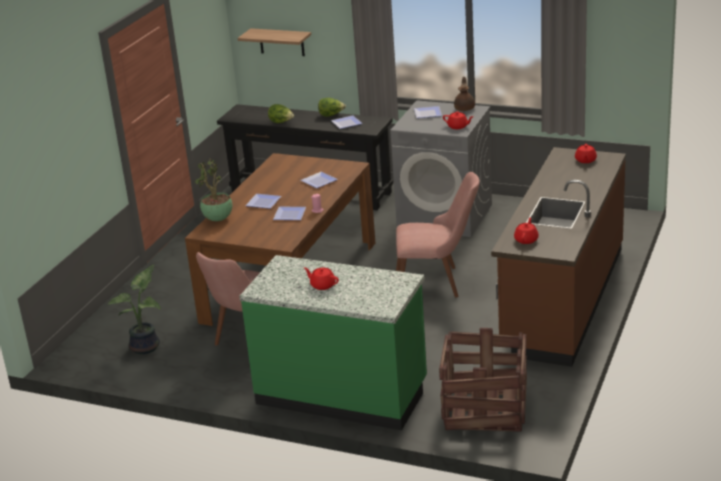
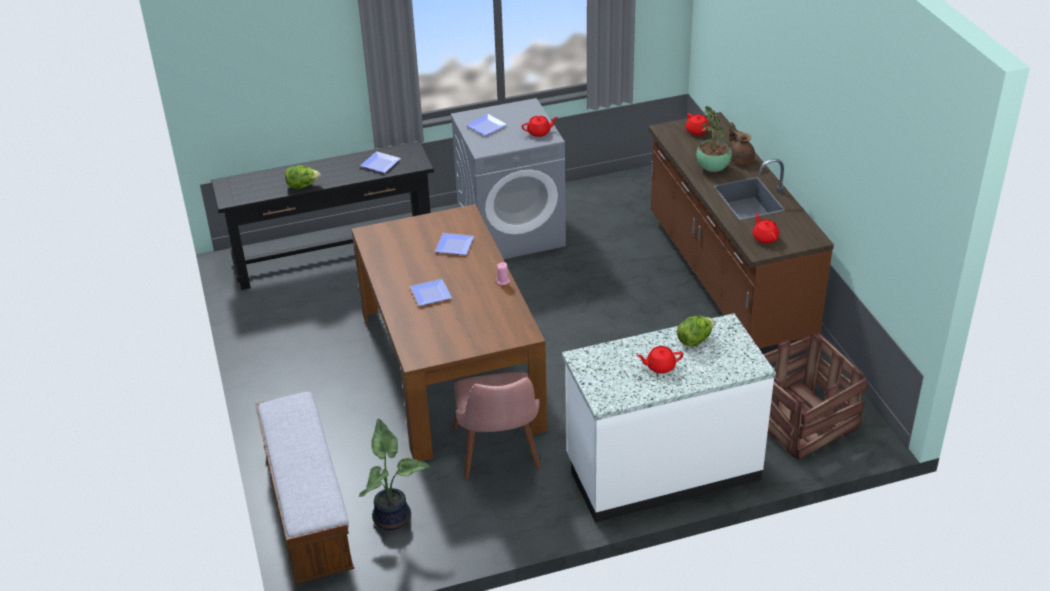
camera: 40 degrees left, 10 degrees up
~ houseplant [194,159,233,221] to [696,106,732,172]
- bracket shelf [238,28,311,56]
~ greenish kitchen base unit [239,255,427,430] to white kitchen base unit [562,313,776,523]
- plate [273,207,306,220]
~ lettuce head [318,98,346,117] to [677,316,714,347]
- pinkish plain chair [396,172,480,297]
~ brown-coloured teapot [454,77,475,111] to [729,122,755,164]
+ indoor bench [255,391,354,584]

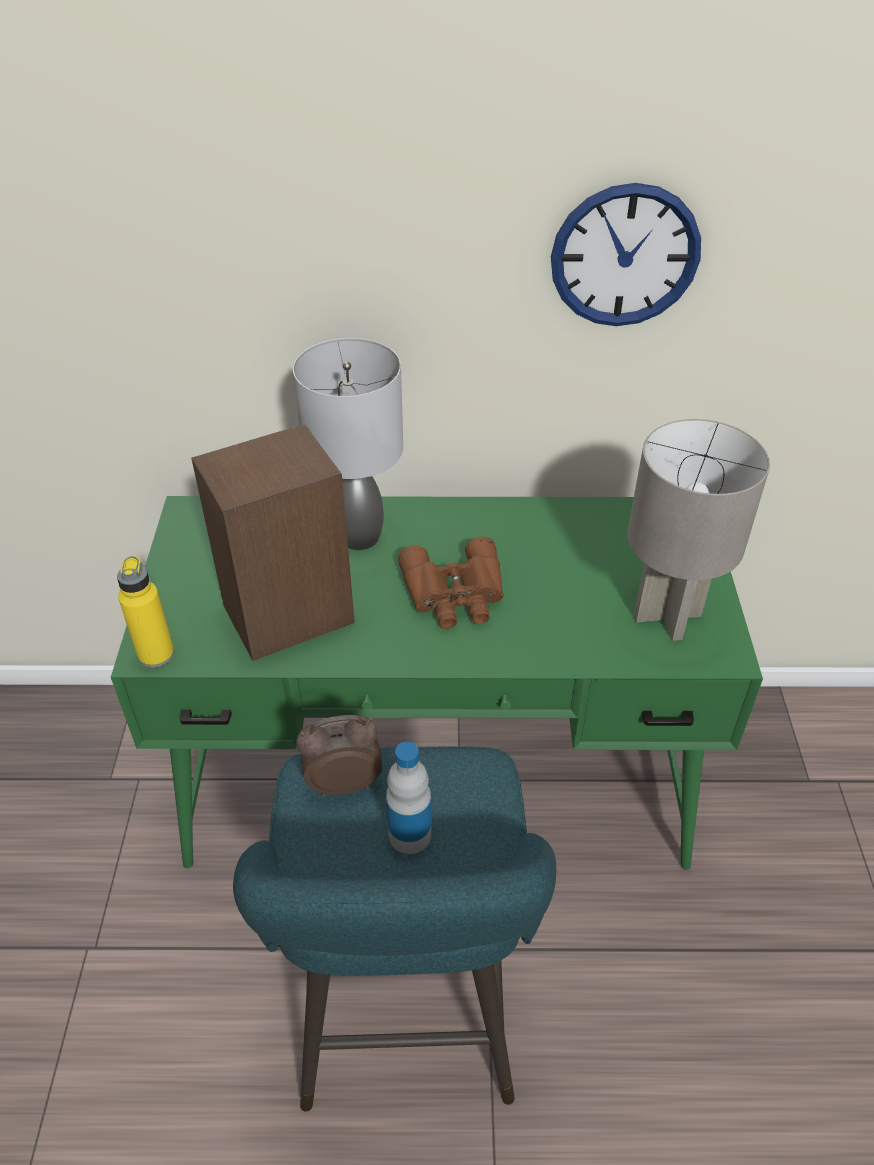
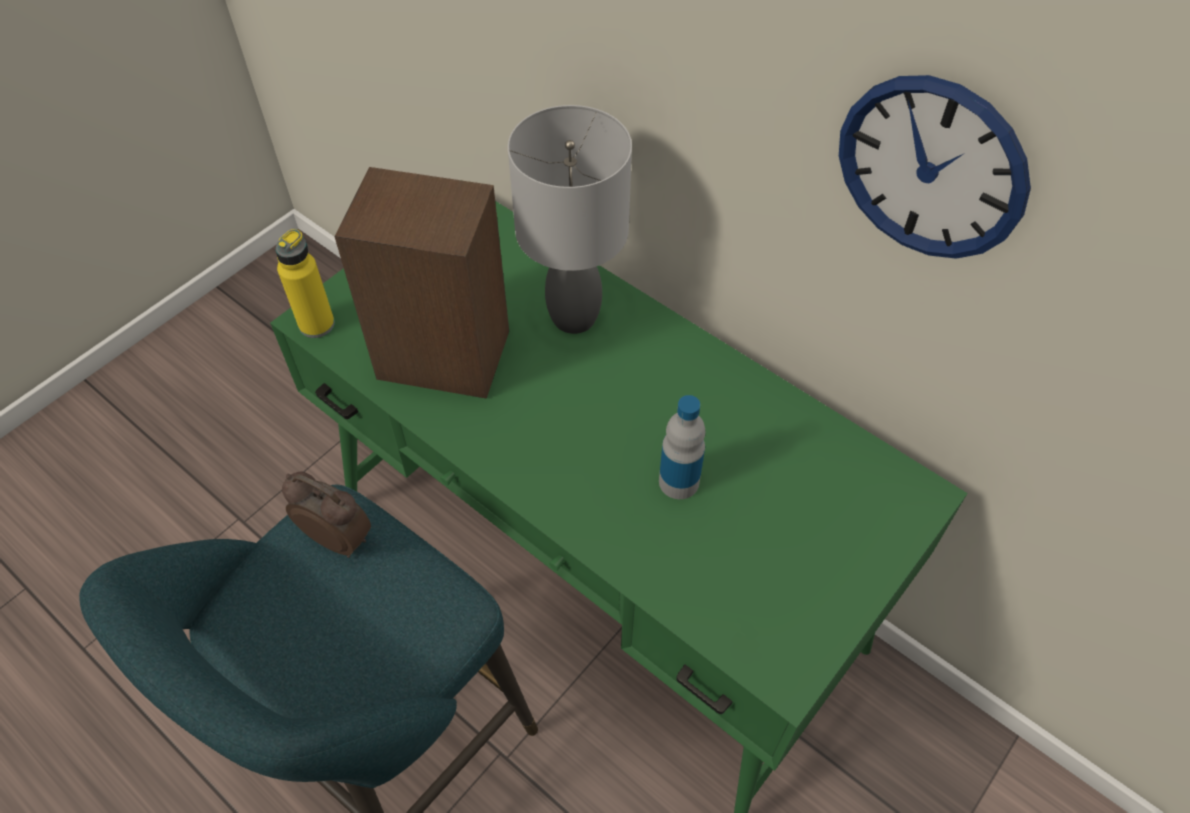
camera: 40 degrees right, 10 degrees up
~ drink bottle [386,742,431,854] to [659,395,705,499]
- brown-coloured field glasses [398,537,504,629]
- grey lamp for a table [628,419,770,641]

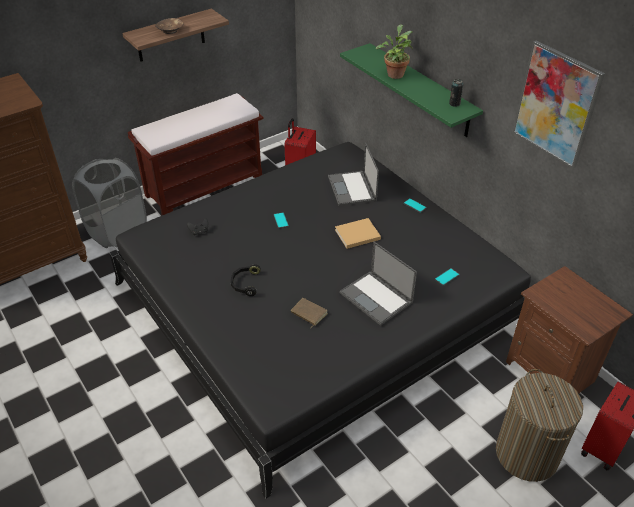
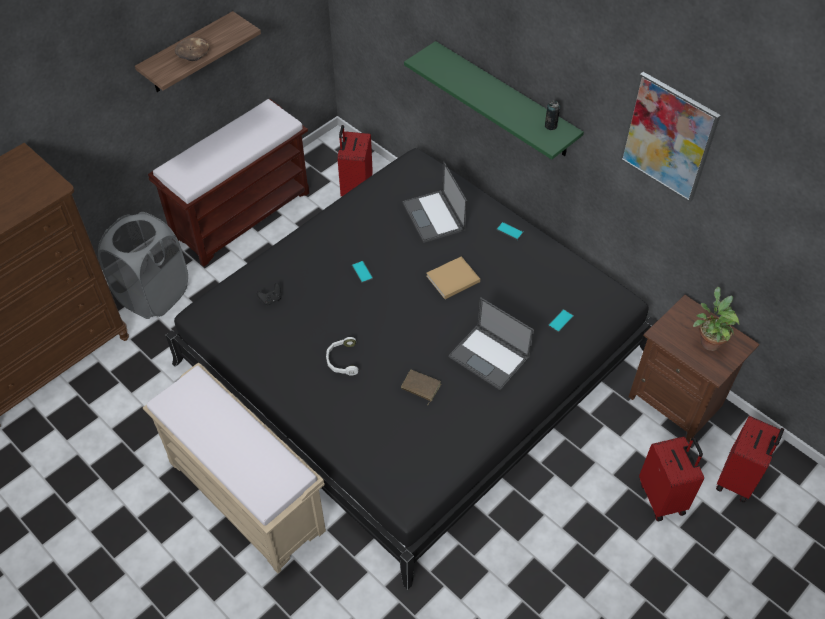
camera: 10 degrees left, 10 degrees up
~ blackish headset [231,264,261,296] to white headset [326,337,358,376]
~ houseplant [376,24,413,79] to [693,287,740,351]
~ washing basket [496,369,583,482] to red-coloured travel case [639,436,704,521]
+ beige-coloured indoor bench [143,362,326,574]

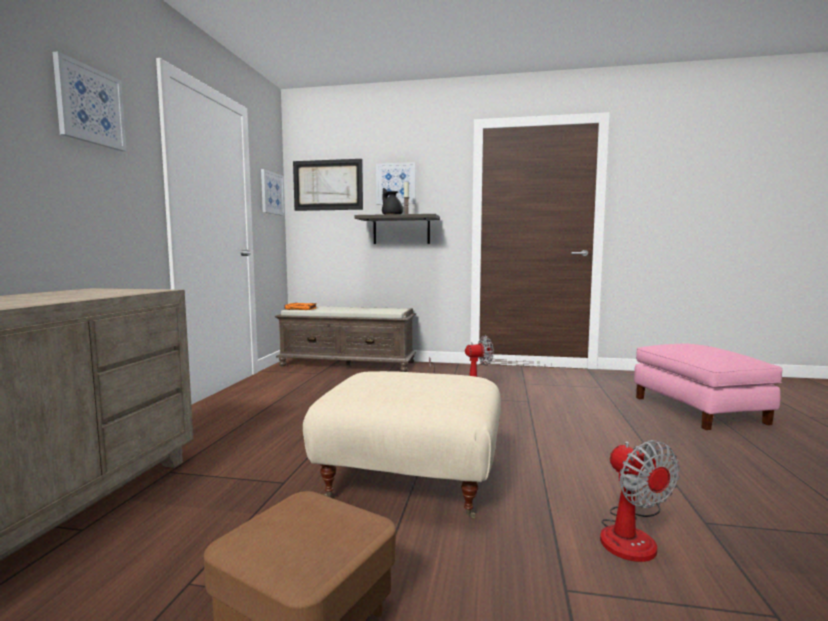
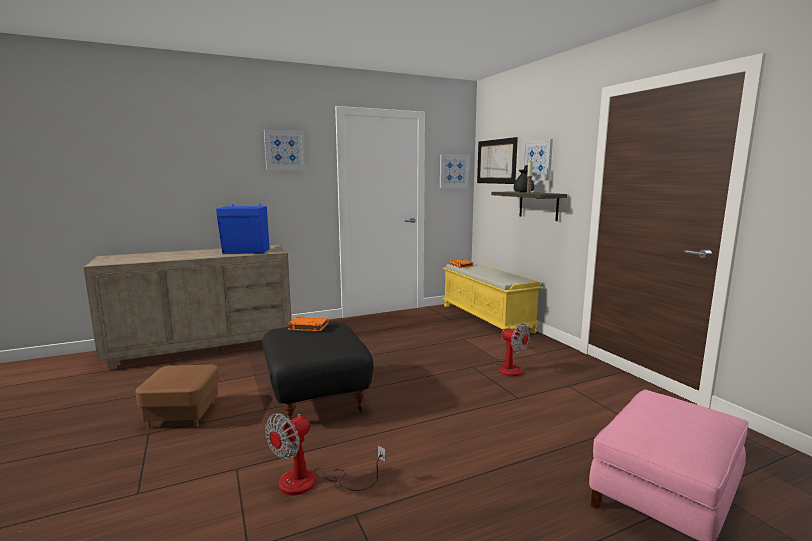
camera: 55 degrees right, 5 degrees up
~ brown-coloured indoor bench [275,306,416,372] to yellow-coloured indoor bench [442,262,542,333]
~ beige-coloured pouffe [303,371,501,518] to blackish pouffe [262,322,373,420]
+ blue-coloured audio speaker [216,204,270,254]
+ orange-coloured bound book [287,316,329,331]

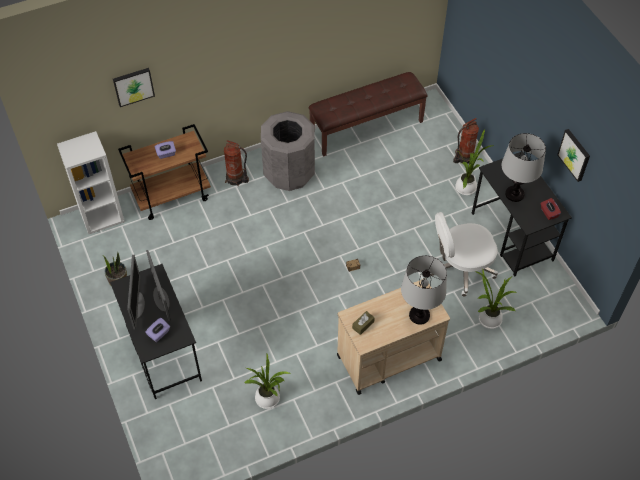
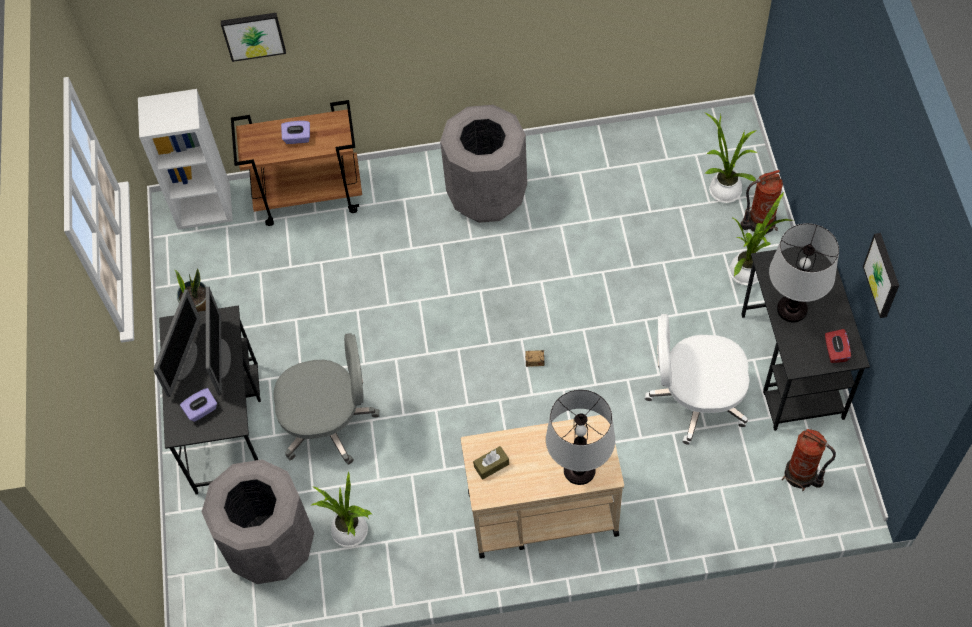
camera: 20 degrees right, 5 degrees up
~ fire extinguisher [224,140,249,186] to [782,429,836,491]
- brown-coloured indoor bench [309,72,428,157]
~ houseplant [475,268,516,329] to [704,112,758,203]
+ grey rubbish bin [202,459,314,584]
+ grey desk chair [273,333,380,465]

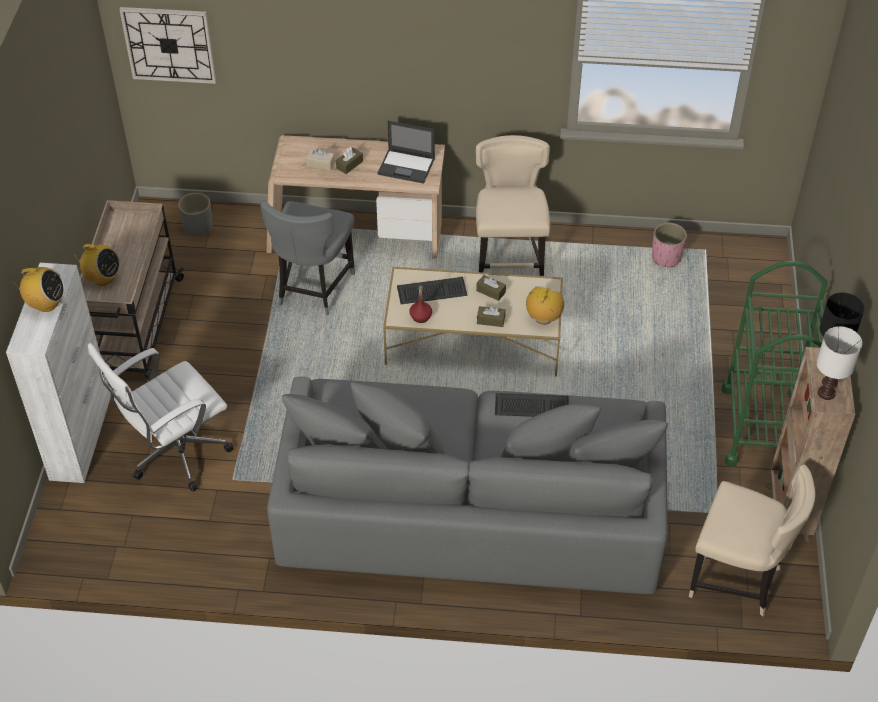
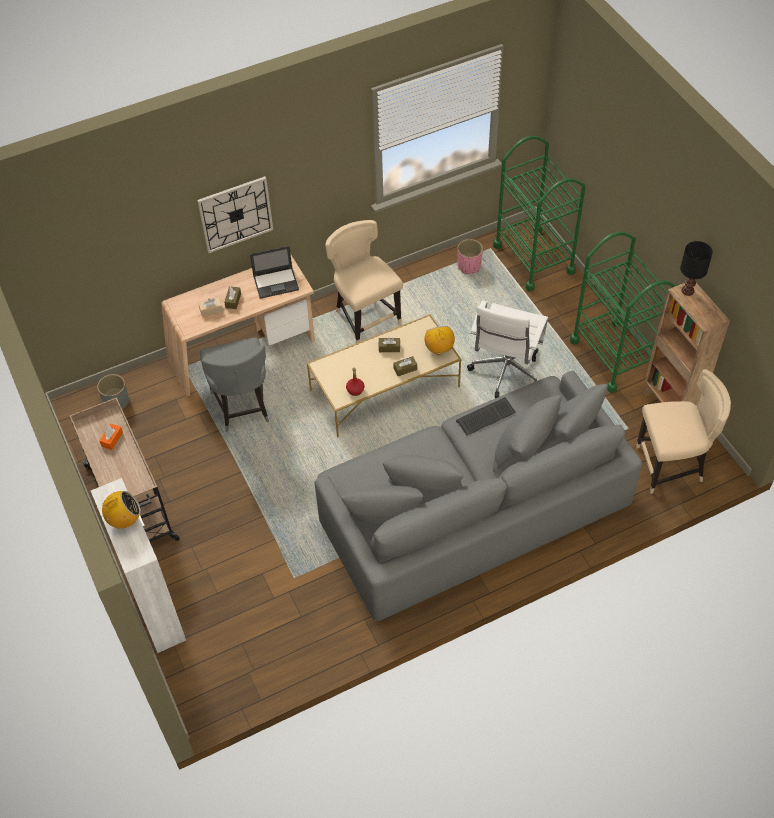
camera: 30 degrees left, 5 degrees up
- radio [73,244,120,286]
~ white desk chair [88,343,234,492] to [467,301,548,398]
~ clock on the wall [119,7,216,84] to [197,176,273,253]
- computer keyboard [397,277,467,304]
- white lamp for a table [817,326,862,400]
+ orange-coloured box of tissues [99,424,123,450]
+ greenish trolley [493,136,586,291]

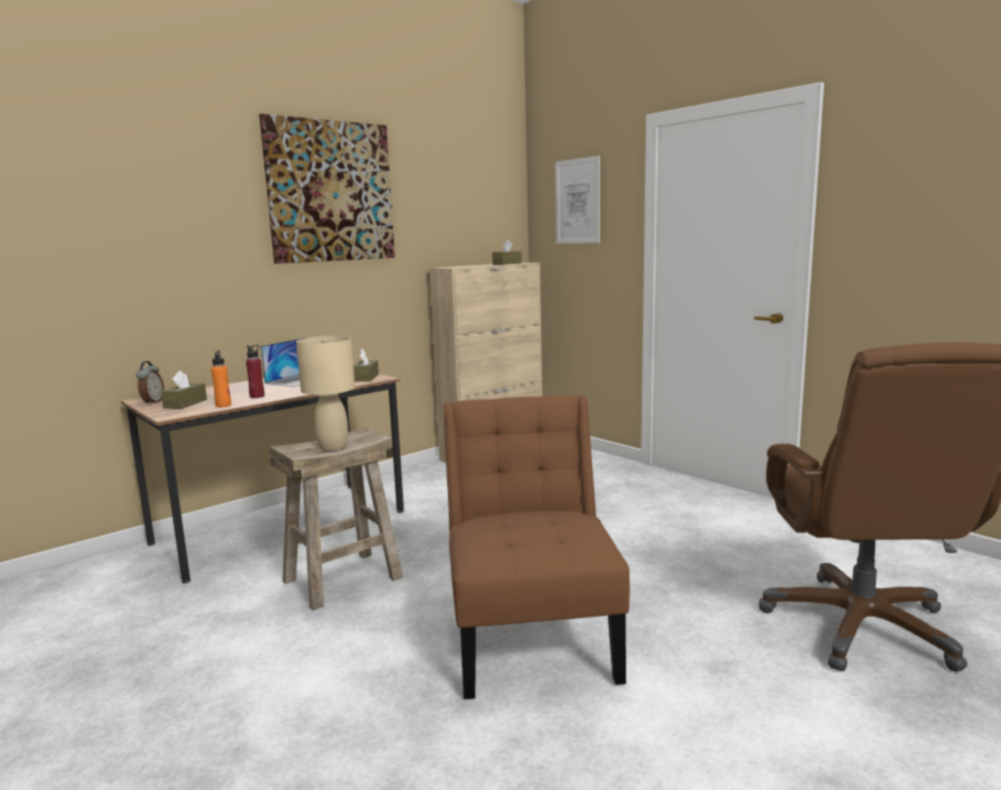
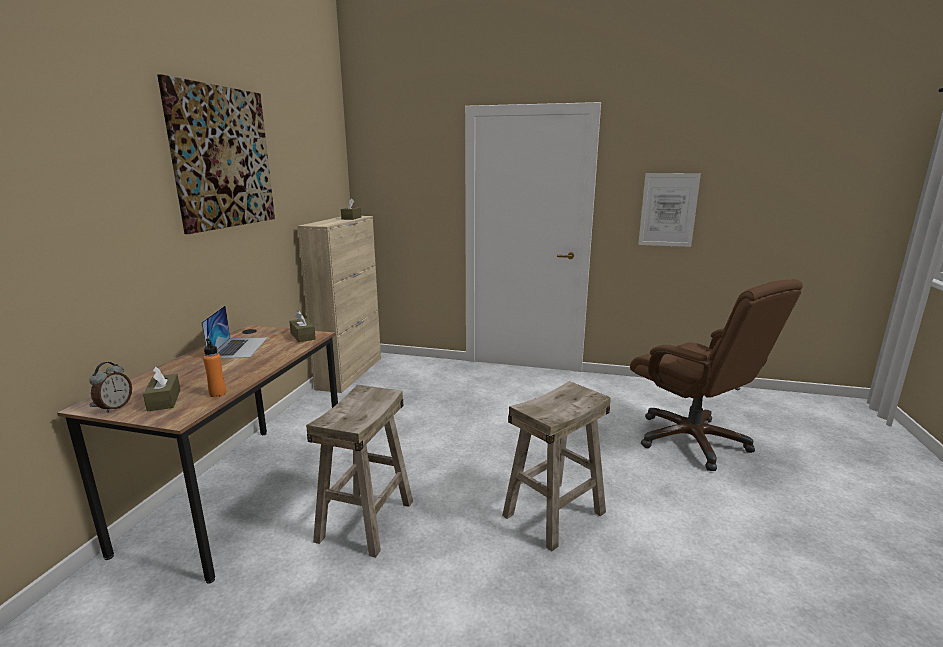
camera: 35 degrees left, 5 degrees up
~ alarm clock [136,361,164,405] = [89,362,132,413] 45 degrees clockwise
- red-coloured drink bottle [246,345,265,398]
- beige-coloured lamp for a table [296,336,355,451]
~ brown-coloured plain chair [443,395,630,699] to beige-coloured sitting stool [502,381,611,551]
~ wall art [555,156,600,244] to [638,173,701,247]

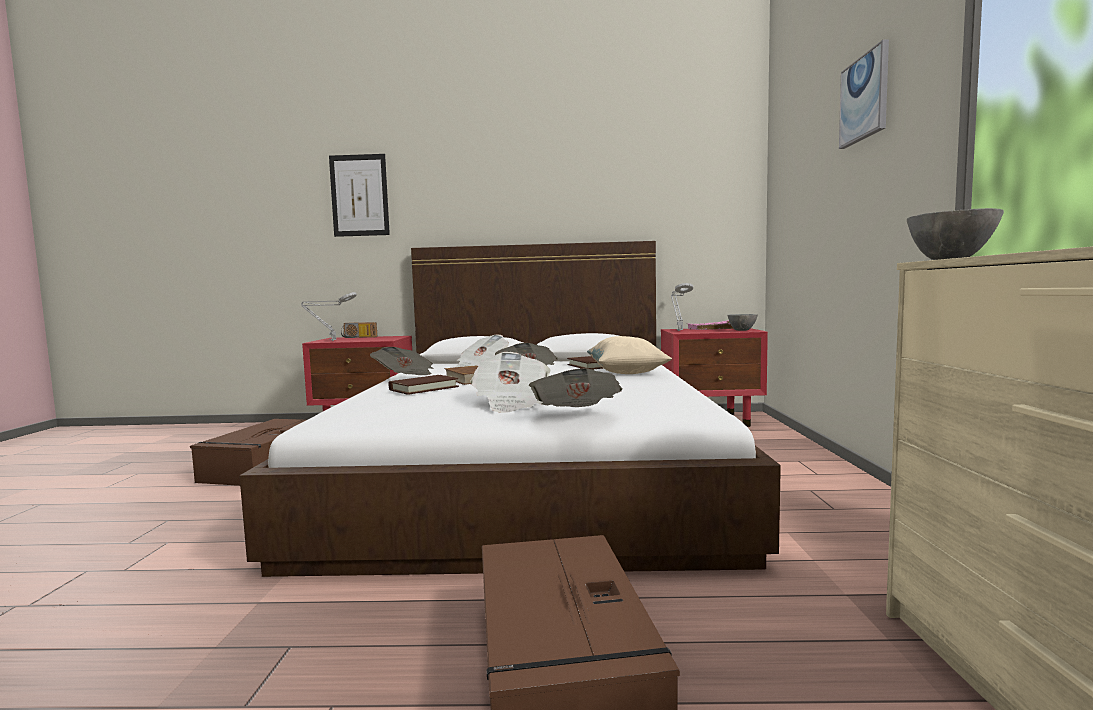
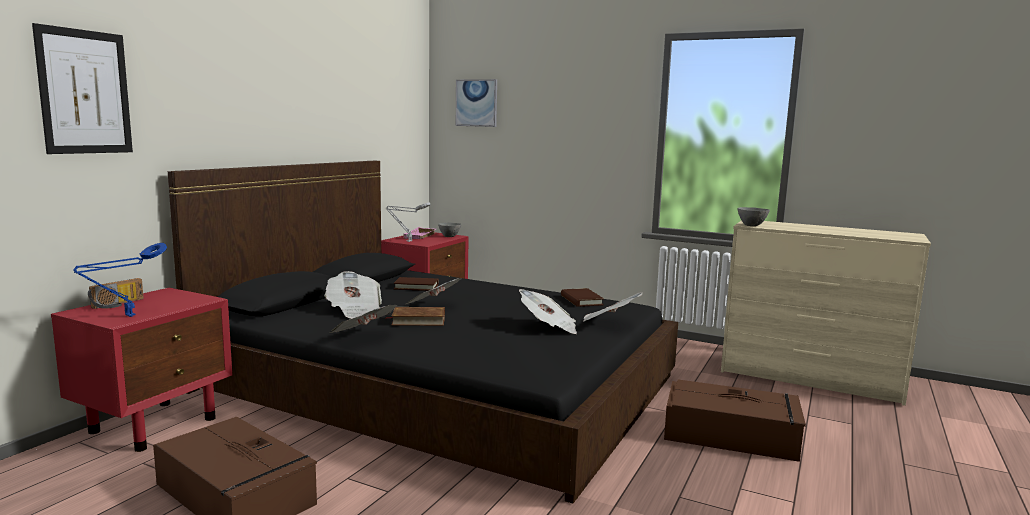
camera: 65 degrees left, 5 degrees up
~ white bedroom bed [239,241,781,577] to blackish bedroom bed [168,161,678,504]
~ grey lamp for a table [301,292,357,341] to blue-coloured lamp for a table [73,243,167,317]
~ brown-coloured bound book [388,375,459,395] to [561,288,604,307]
- beige-coloured cushion [587,336,672,374]
~ wall art [839,39,889,149] to [456,79,497,127]

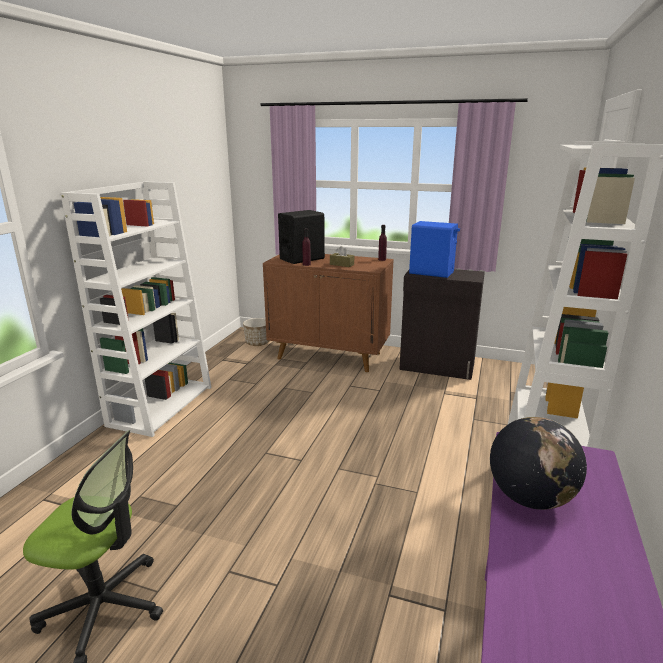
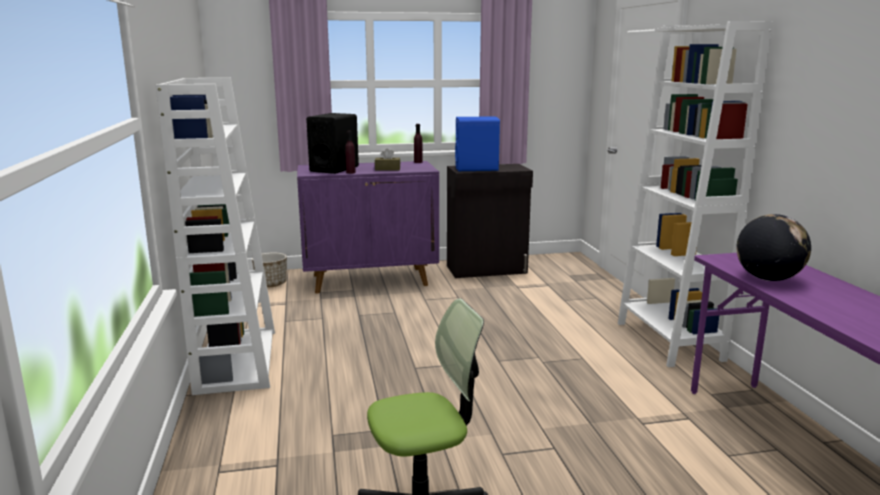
camera: 30 degrees left, 5 degrees down
~ brown-coloured cabinet [263,254,394,372] to purplish cabinet [297,161,439,293]

